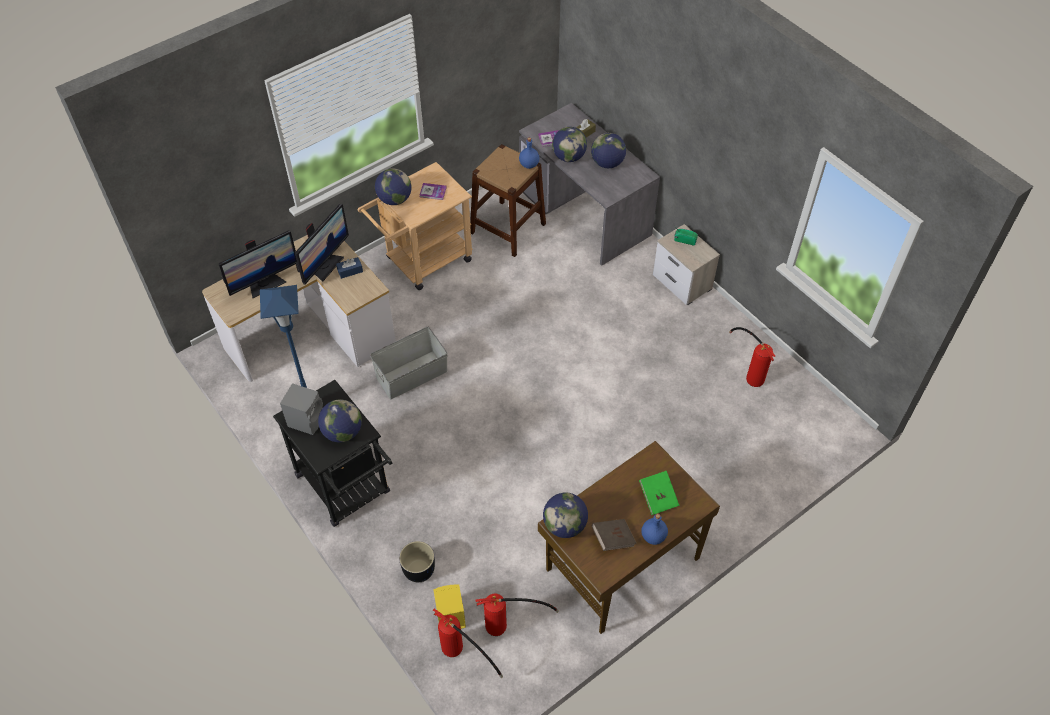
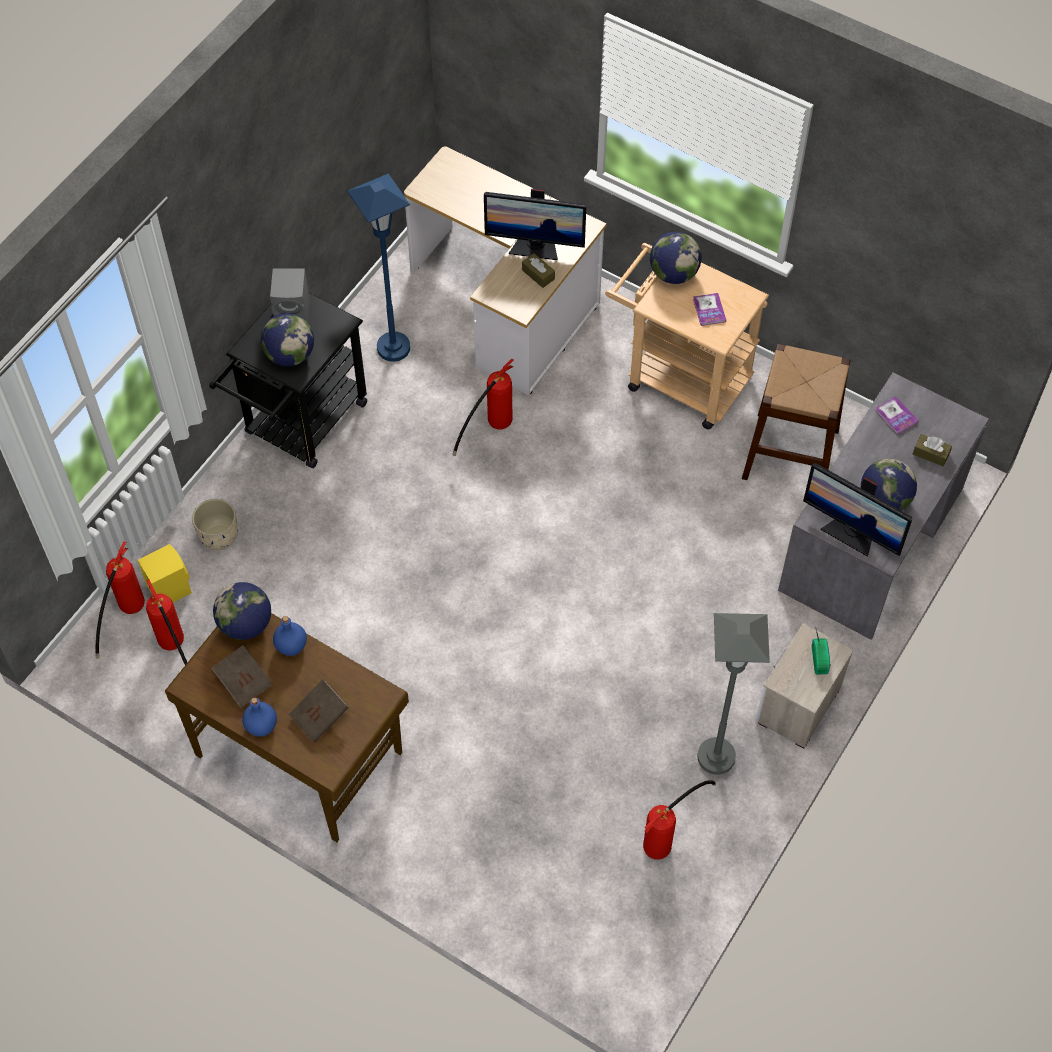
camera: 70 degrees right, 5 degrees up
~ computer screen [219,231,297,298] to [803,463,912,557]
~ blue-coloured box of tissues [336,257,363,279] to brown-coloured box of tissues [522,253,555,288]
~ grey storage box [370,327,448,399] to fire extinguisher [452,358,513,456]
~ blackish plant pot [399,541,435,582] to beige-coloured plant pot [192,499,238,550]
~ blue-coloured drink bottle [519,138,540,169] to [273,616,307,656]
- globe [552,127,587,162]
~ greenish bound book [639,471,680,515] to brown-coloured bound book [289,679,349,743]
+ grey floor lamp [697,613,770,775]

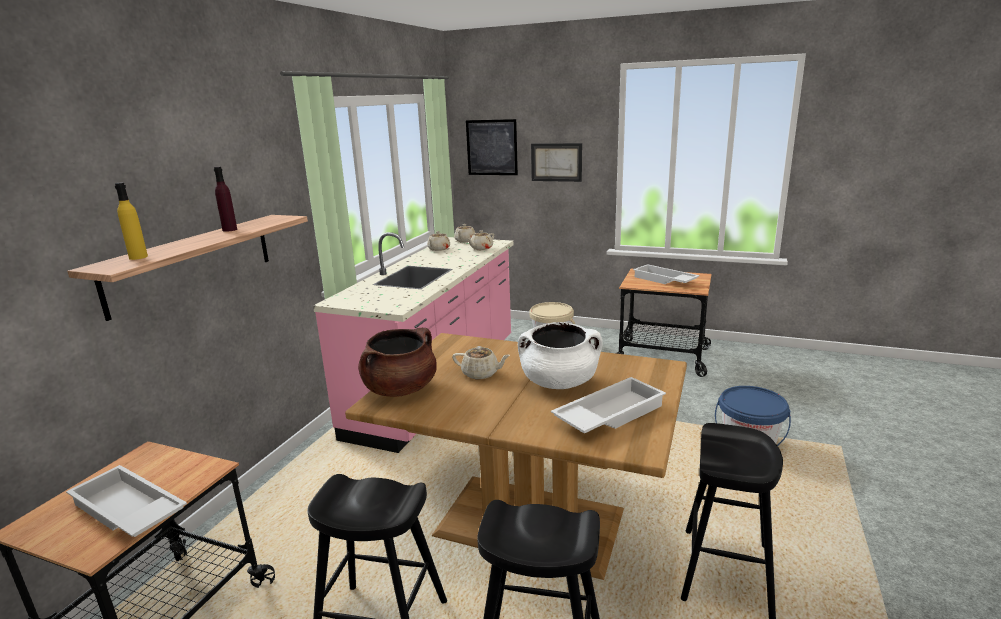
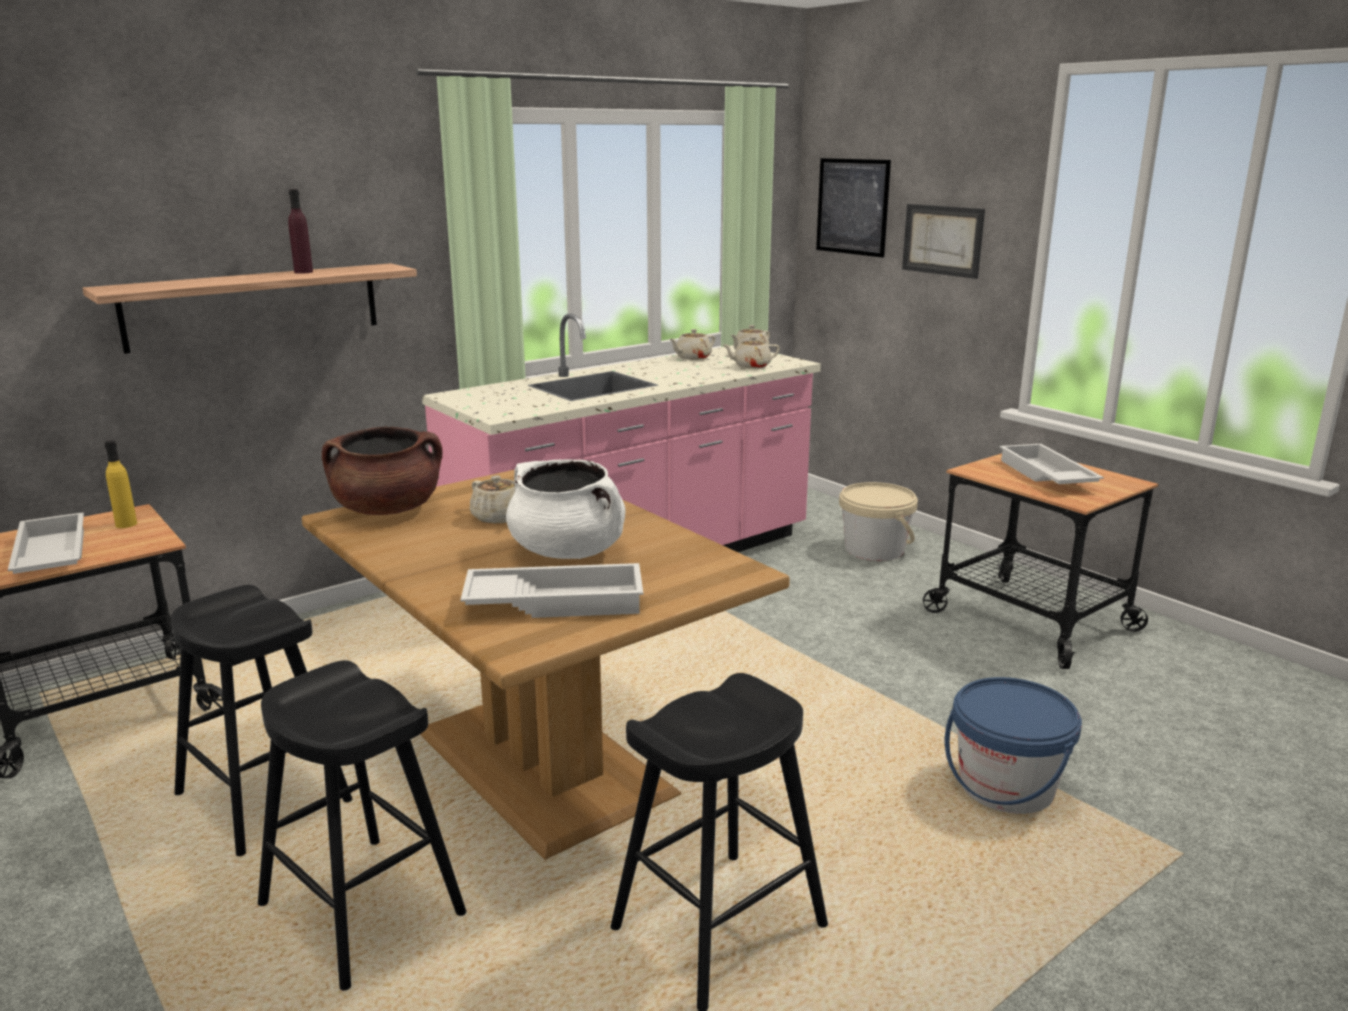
camera: 30 degrees right, 0 degrees up
~ yellow-coloured drink bottle [115,182,148,260] to [104,440,137,528]

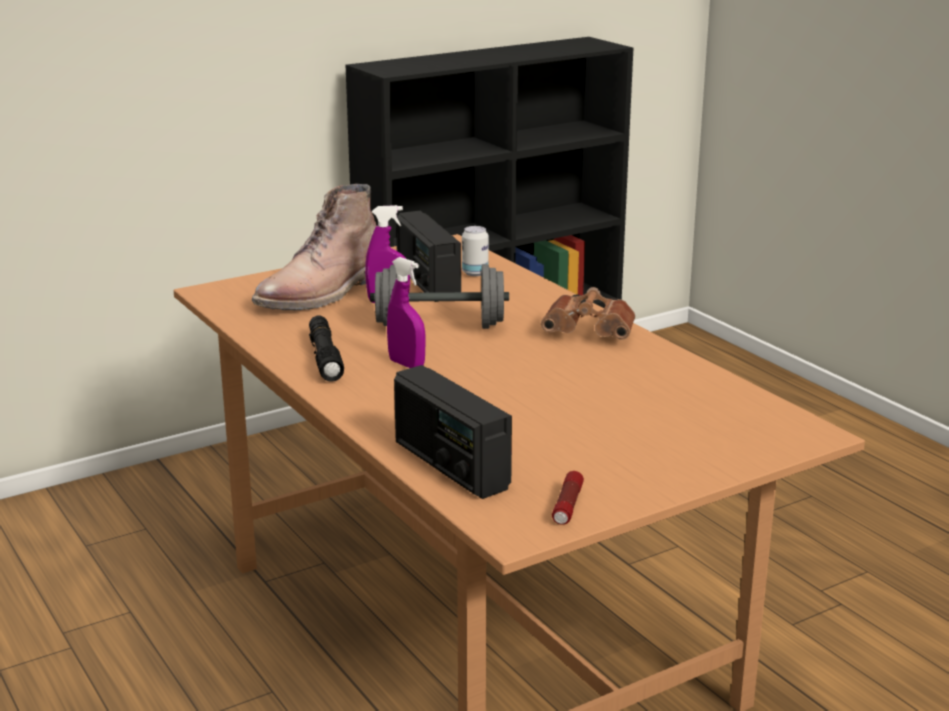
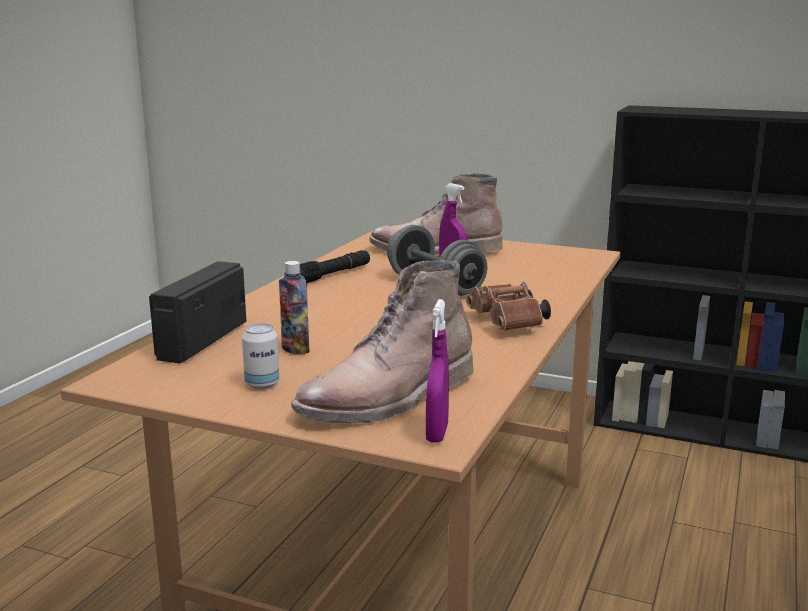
camera: 55 degrees right, 5 degrees down
~ purplish sprayer [387,257,425,368] to [426,299,449,443]
- radio [396,211,461,302]
~ sealed can [462,226,489,276] to [242,323,279,389]
- hand torch [552,471,584,525]
+ drink bottle [279,261,309,355]
+ brown-coloured boot [291,260,474,423]

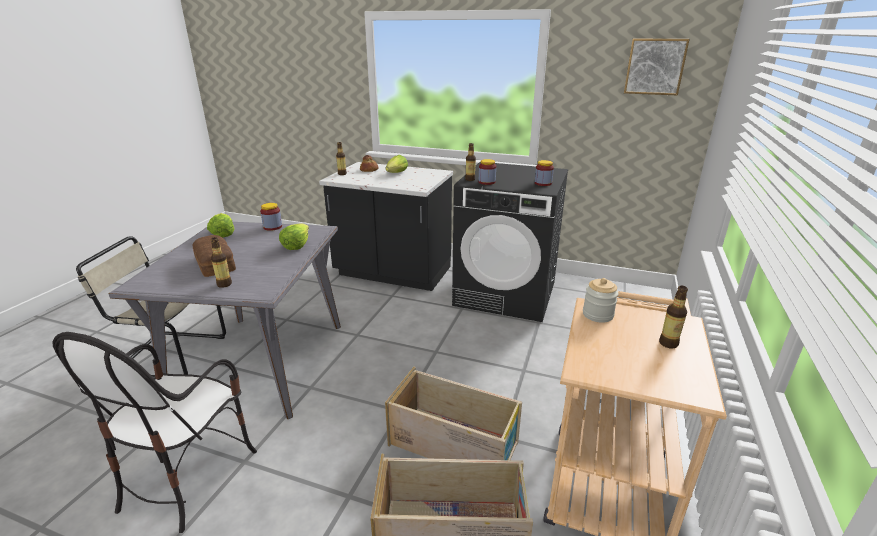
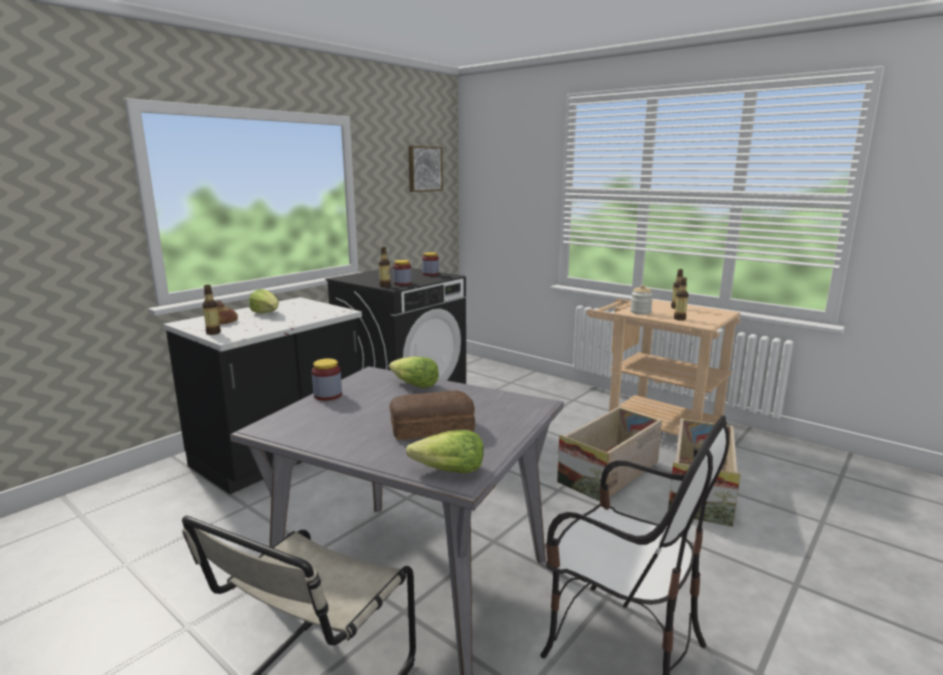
camera: 70 degrees left, 10 degrees down
~ lettuce head [207,213,234,238] to [406,430,484,473]
~ drink bottle [211,237,232,288] to [674,277,688,320]

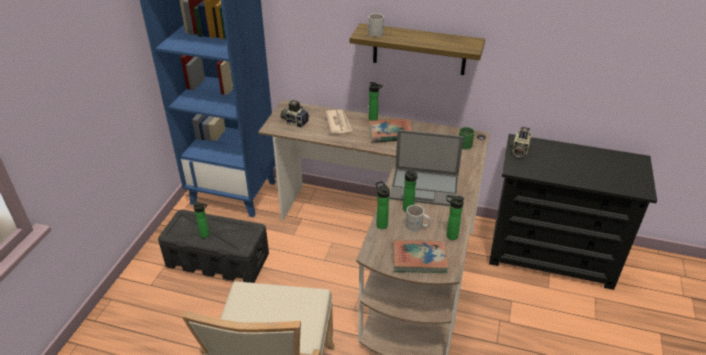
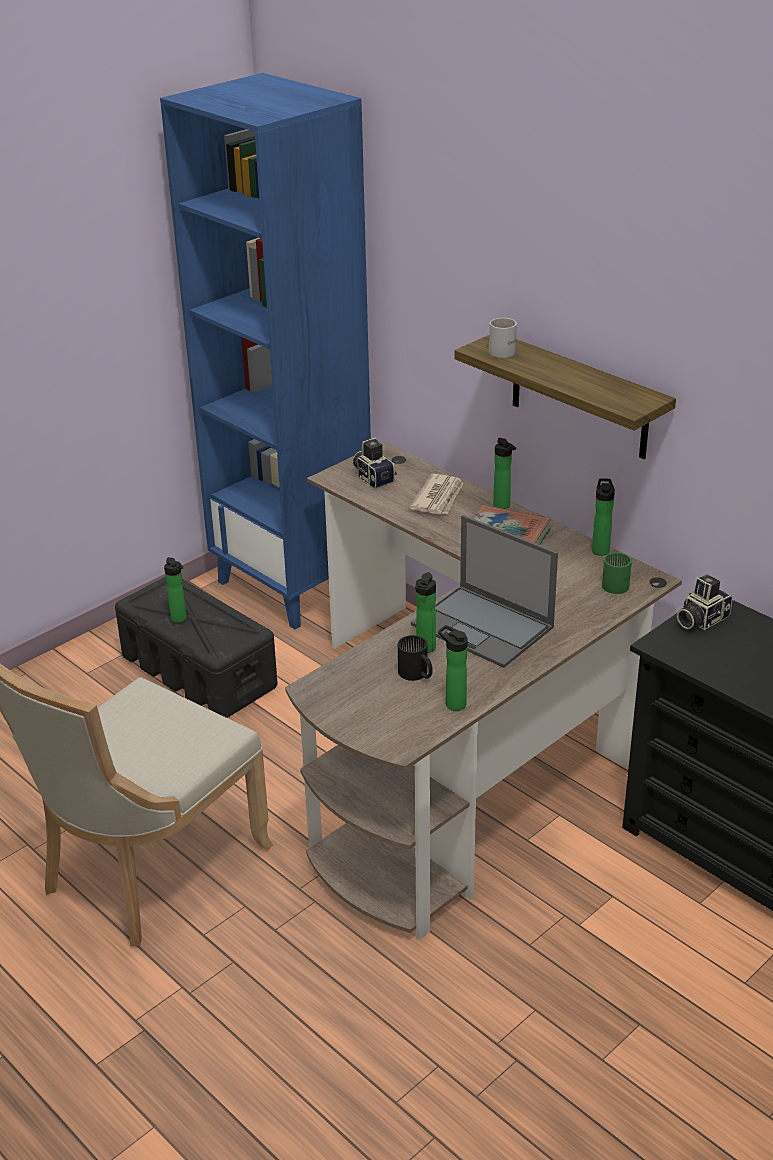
camera: 30 degrees right, 5 degrees down
~ drink bottle [376,181,390,229] to [592,479,615,556]
- bound book [393,240,449,273]
~ white mug [406,205,431,231] to blackish mug [398,635,433,681]

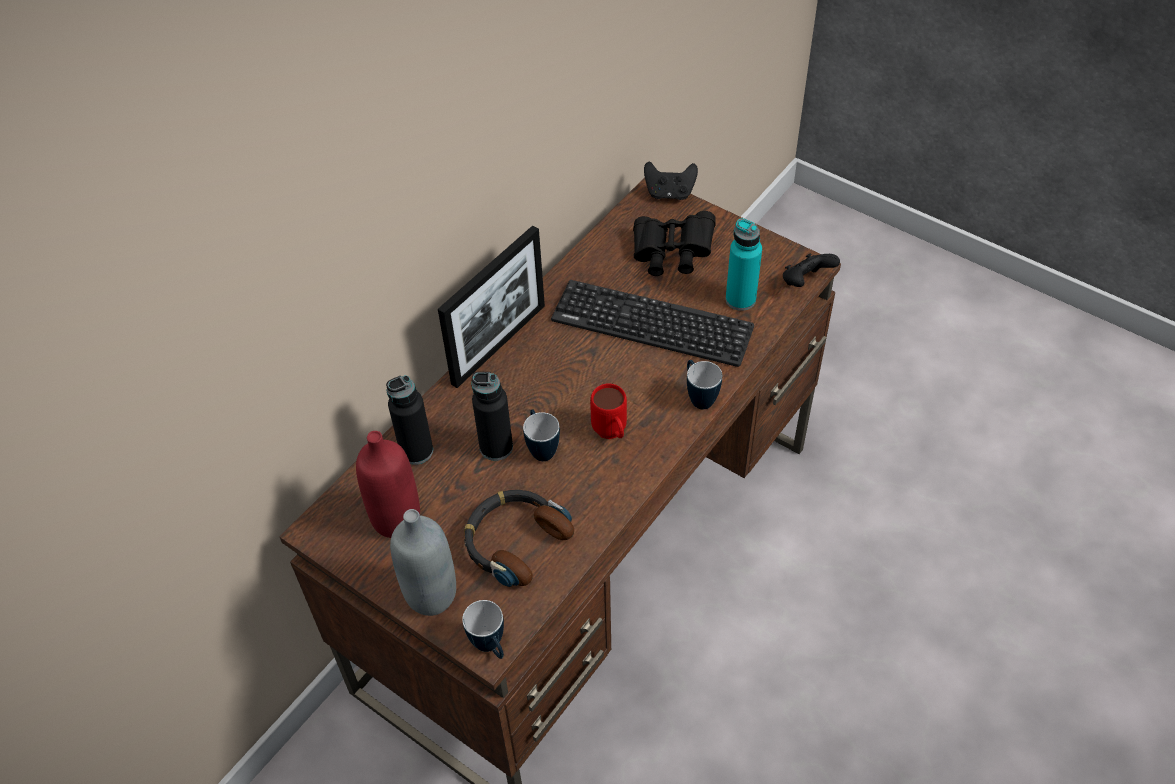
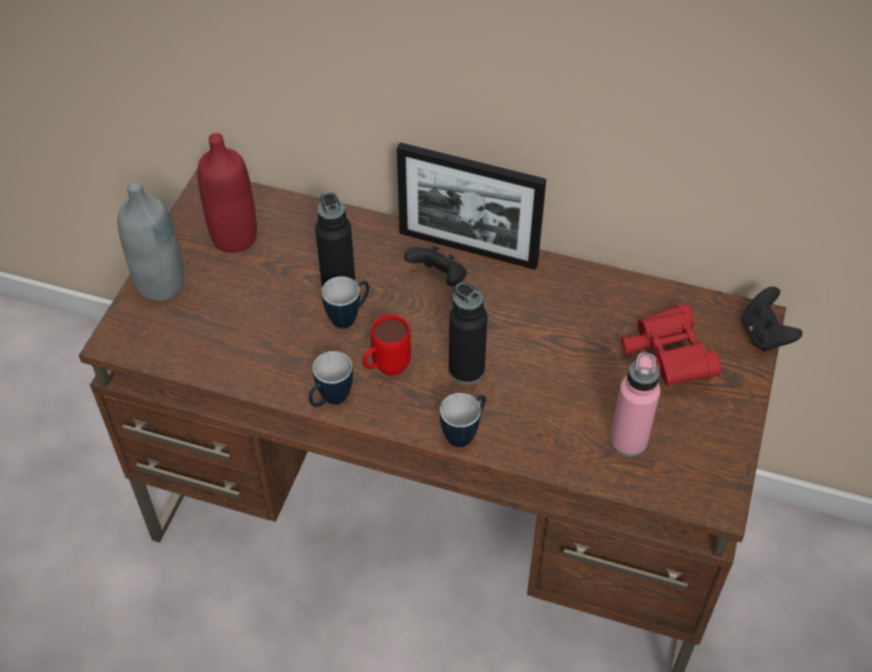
camera: 70 degrees right, 0 degrees up
~ blackish drink bottle [386,375,433,465] to [449,282,488,384]
~ mug [462,600,504,659] to [309,351,353,407]
- headset [464,490,574,587]
- computer keyboard [551,280,754,367]
~ blackish field glasses [633,211,716,276] to red-coloured field glasses [621,304,721,386]
~ blue-green drink bottle [725,218,762,311] to pinkish drink bottle [610,352,660,457]
~ blackish joypad [783,254,840,287] to [404,246,467,286]

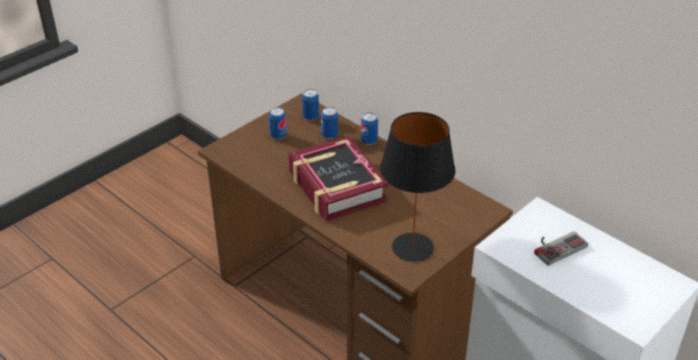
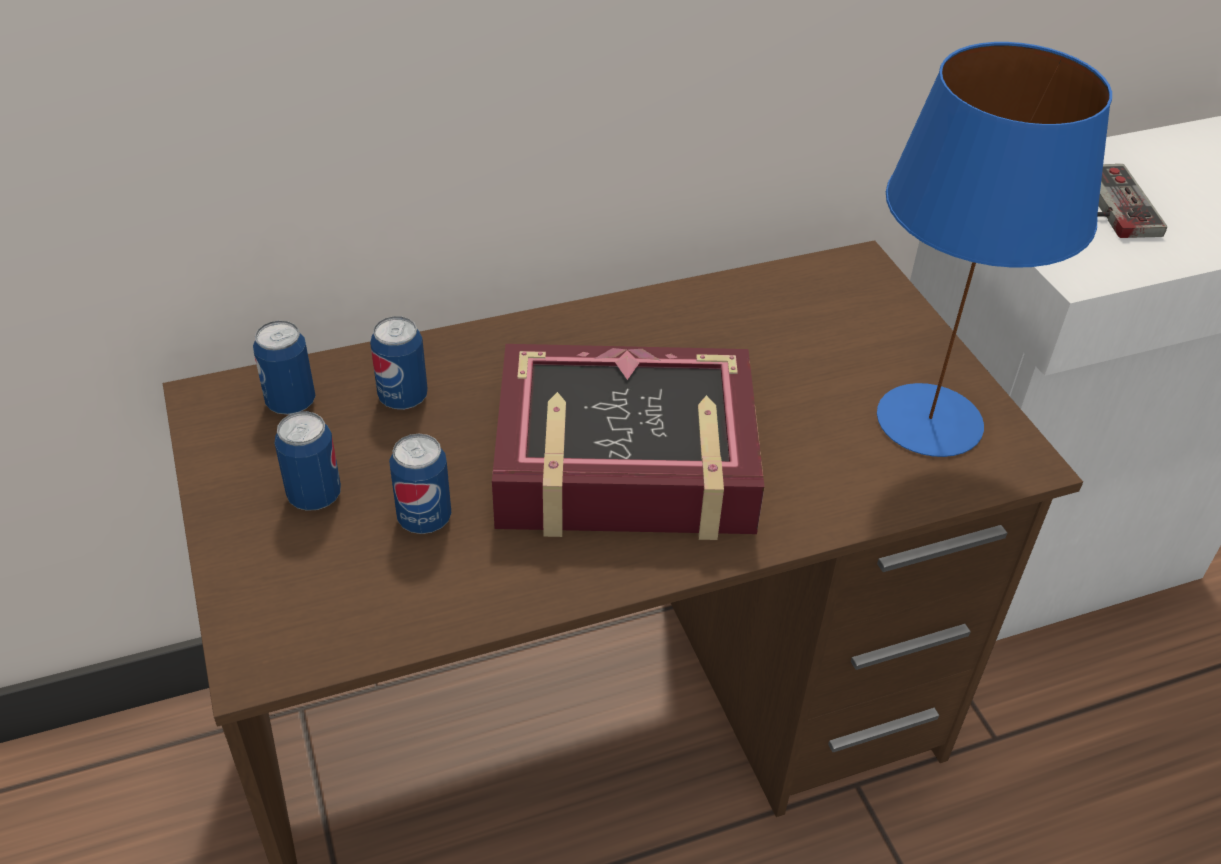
camera: 65 degrees left, 5 degrees up
~ sealed can [361,113,378,145] to [389,434,451,534]
~ blackish lamp for a table [380,112,456,262] to blue-coloured lamp for a table [877,42,1112,457]

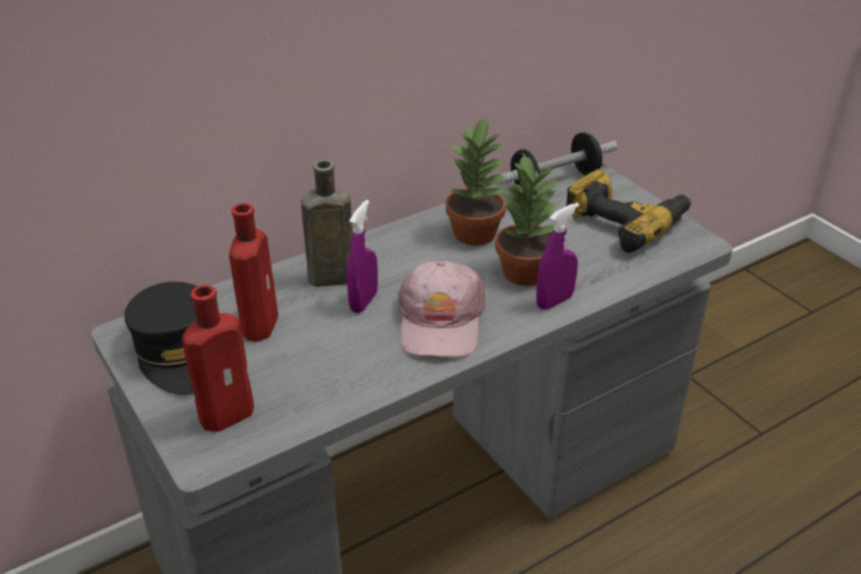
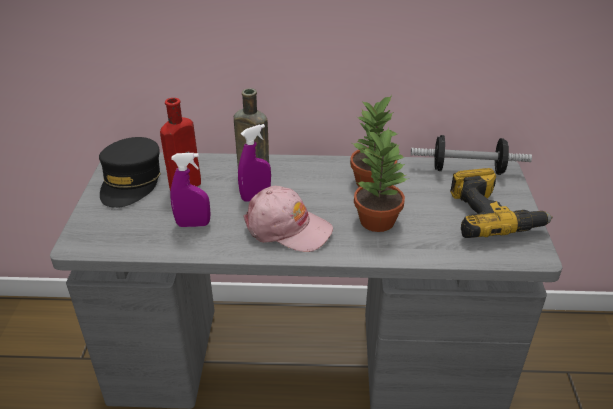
camera: 35 degrees right, 0 degrees up
- red-coloured drink bottle [182,285,254,432]
~ pinkish peaked cap [398,261,485,357] = [243,186,333,252] 105 degrees counterclockwise
~ purplish sprayer [536,203,579,310] to [170,153,211,227]

